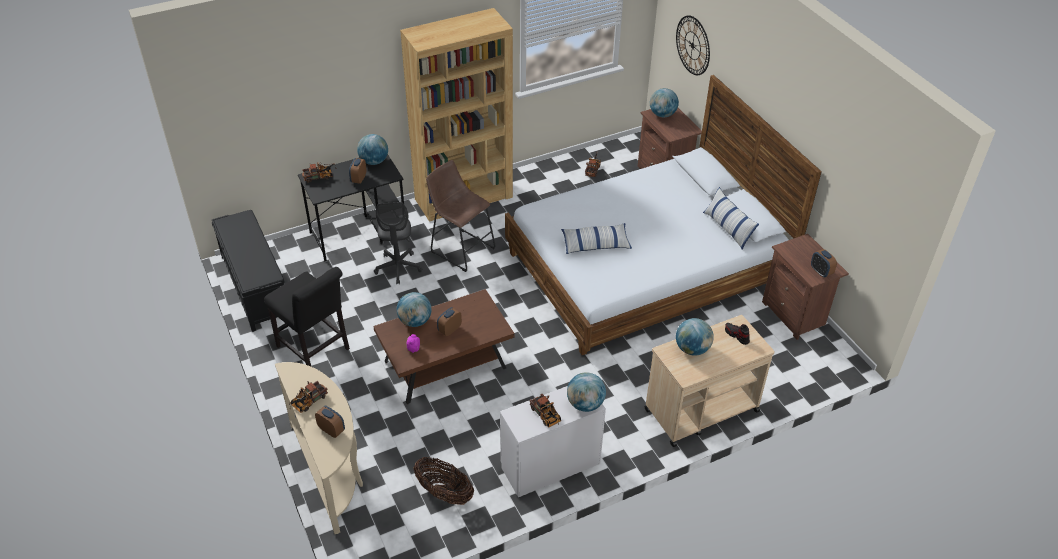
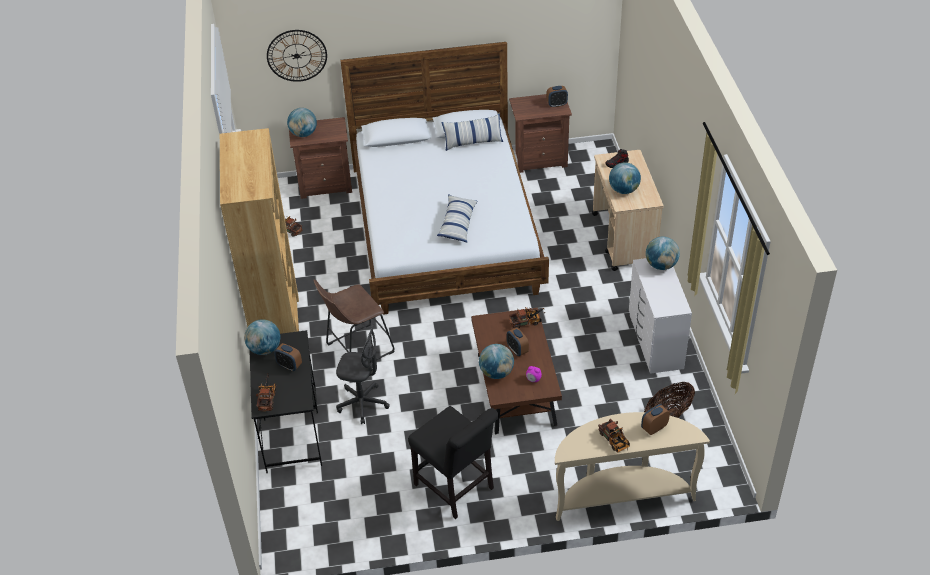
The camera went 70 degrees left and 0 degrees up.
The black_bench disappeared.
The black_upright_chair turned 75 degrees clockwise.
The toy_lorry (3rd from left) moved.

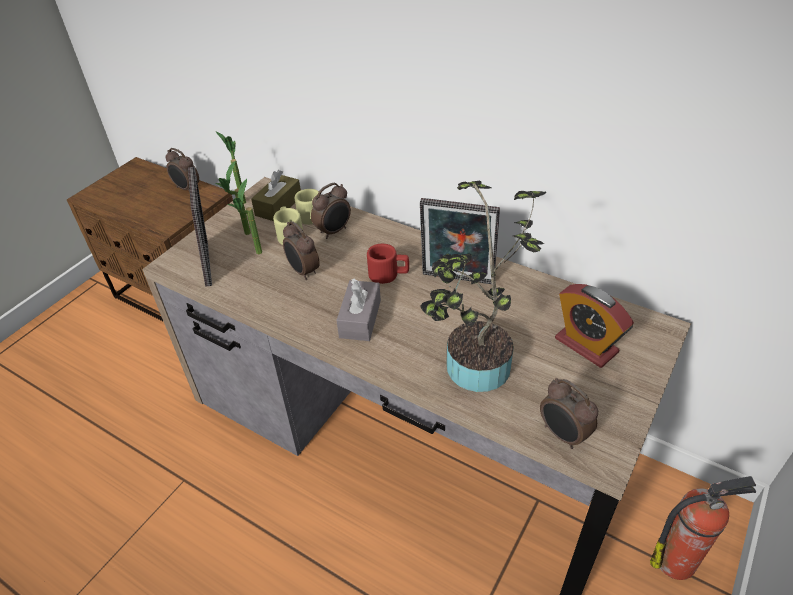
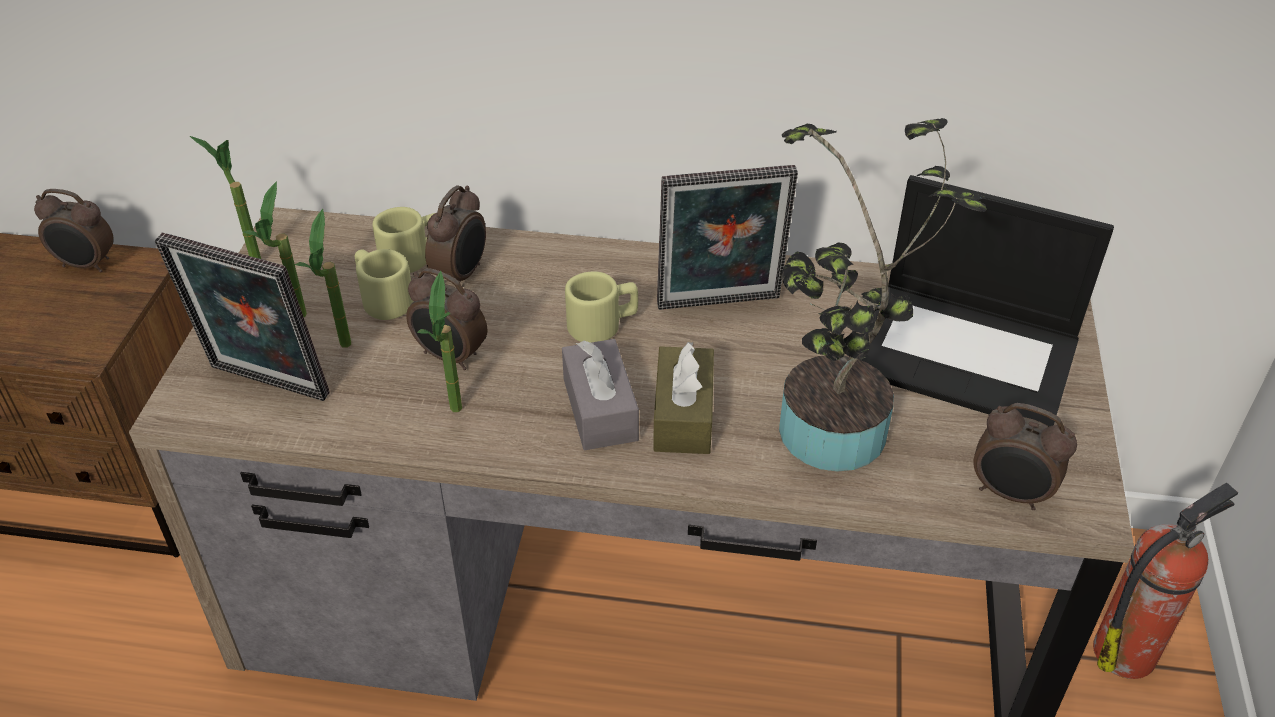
The camera went 25 degrees left and 0 degrees up.
The photo_frame (1st from left) turned 150 degrees clockwise.
The brownish_tissue_holder moved.
The reddish_tea_mug became the beige_tea_mug (3rd from left).
The alarm_clock (5th from left) was replaced by the laptop.
The houseplant (4th from left) appeared.

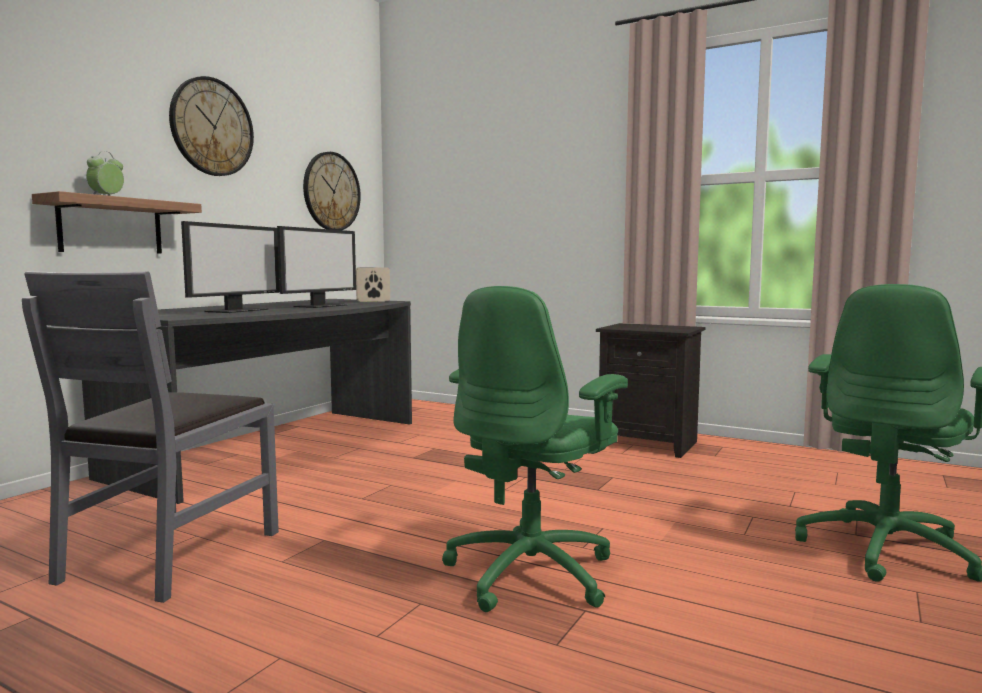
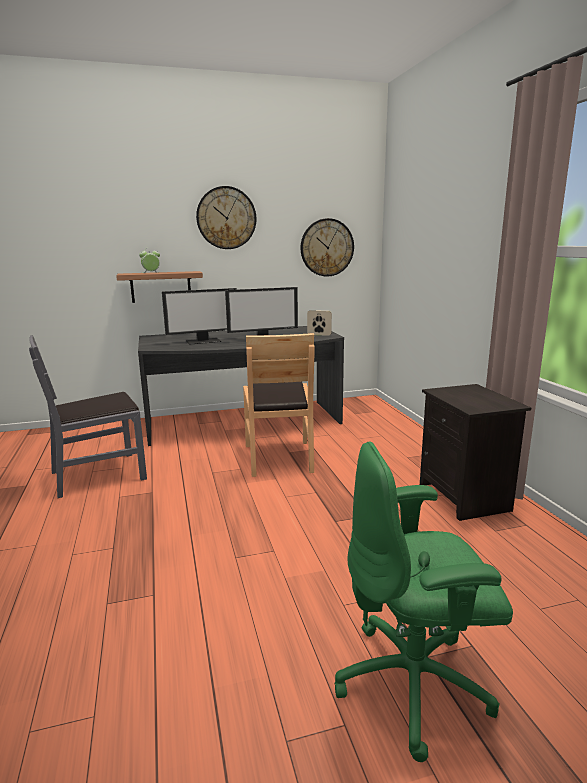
The camera went 45 degrees right and 10 degrees up.
The green_computer_chair (1st from left) disappeared.
The brownish_upright_chair appeared.

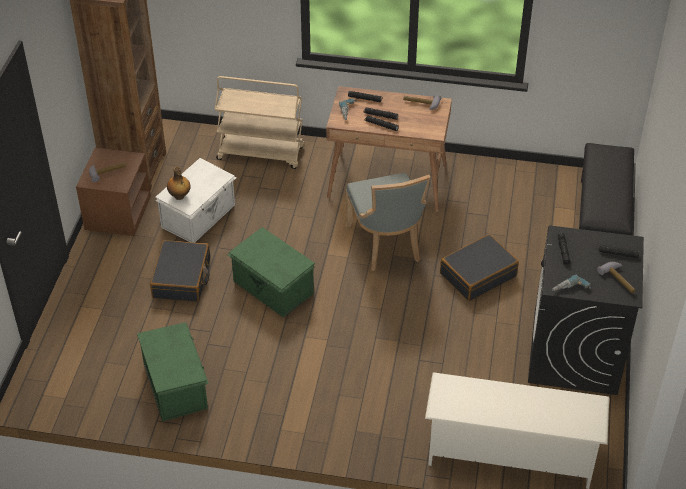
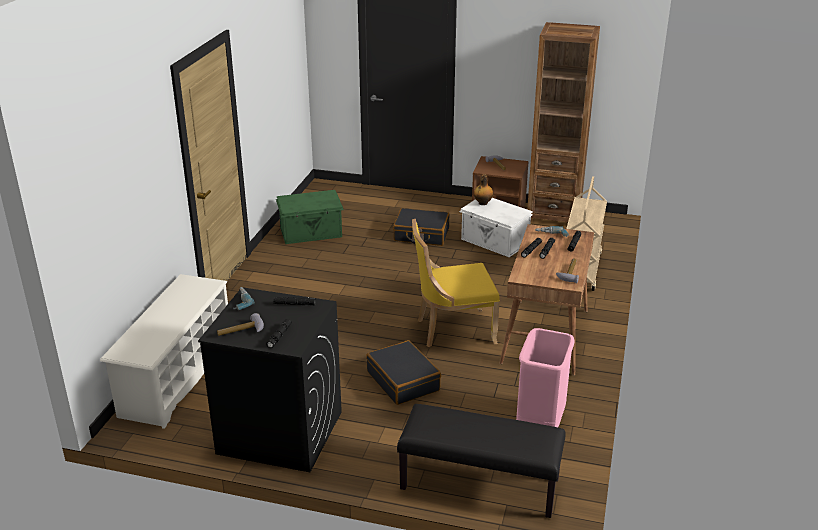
The camera went 95 degrees right and 15 degrees down.
The green_storage_container (2nd from left) disappeared.
The grey_upright_chair became the yellow-coloured_upright_chair.
The pink_waste_bin appeared.

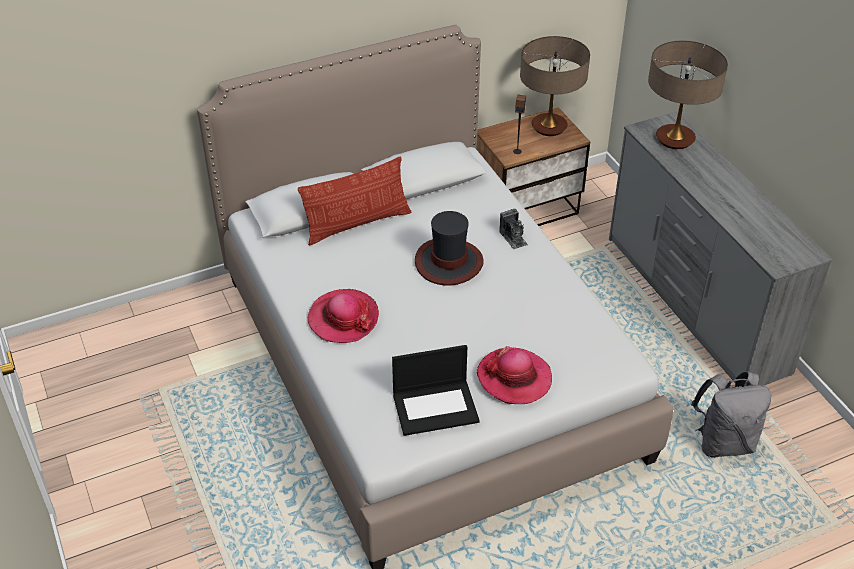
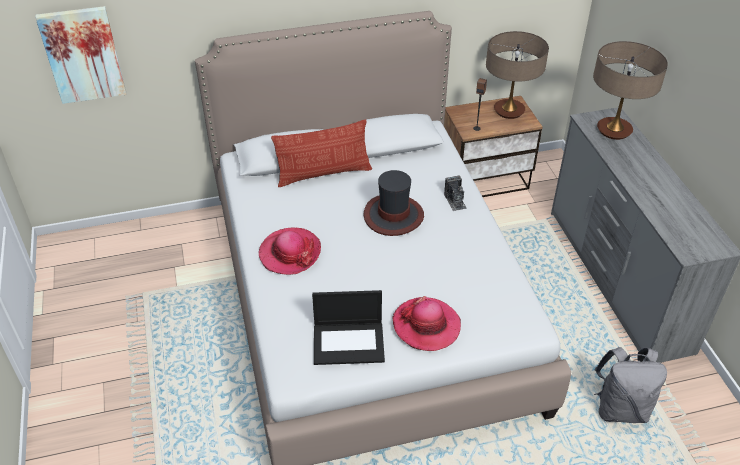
The camera went 10 degrees right and 0 degrees up.
The wall_art appeared.

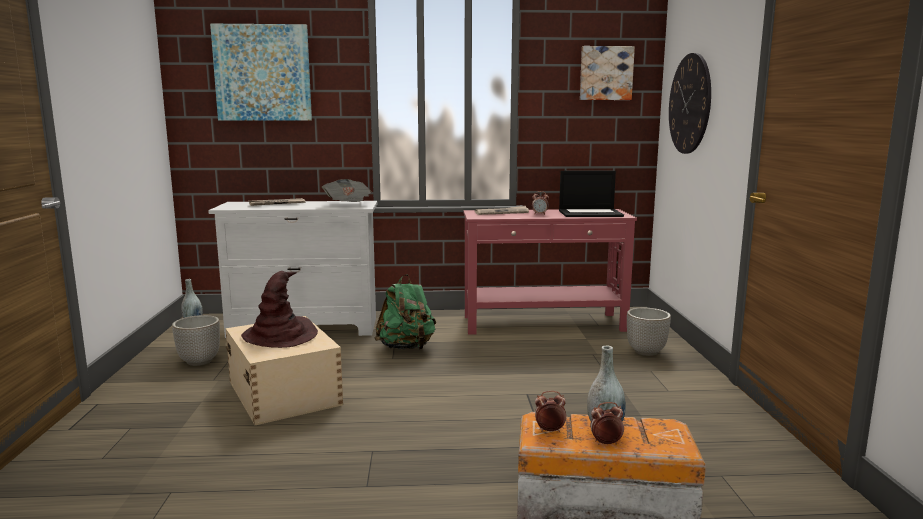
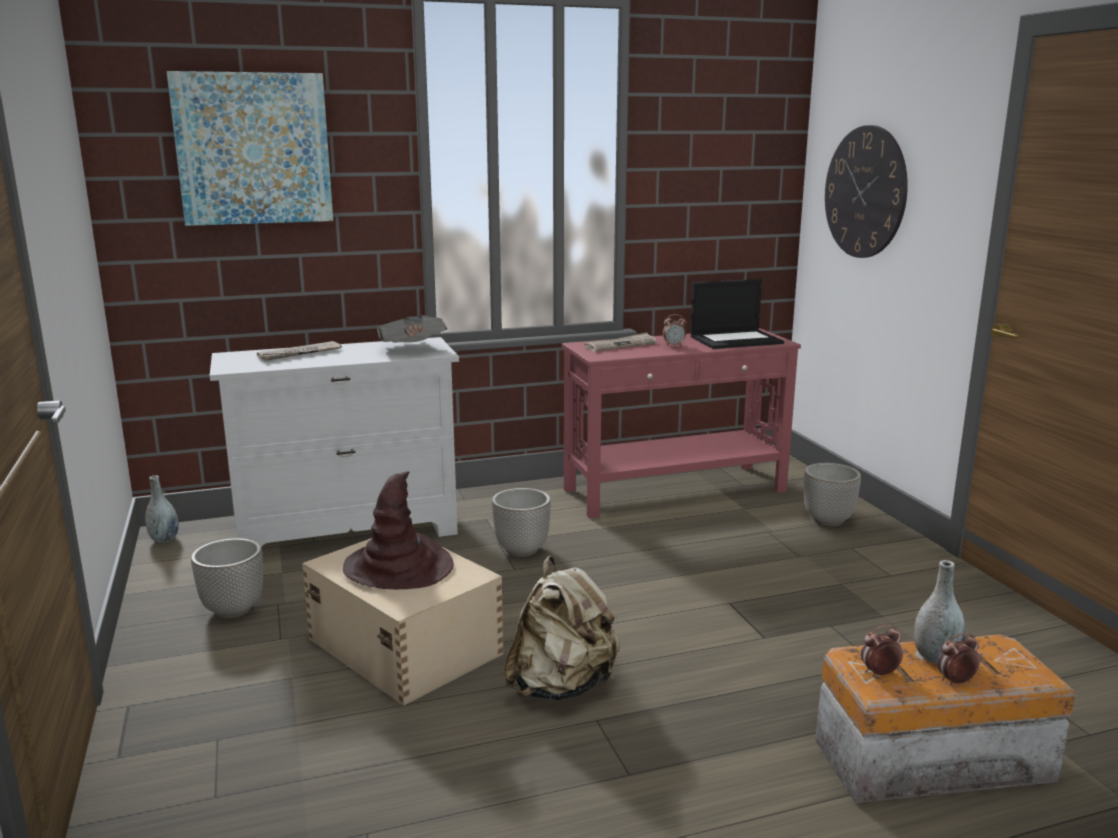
The camera went 15 degrees left and 5 degrees up.
The green_rucksack was replaced by the planter (2nd from left).
The wall_art (2nd from left) disappeared.
The beige_rucksack appeared.

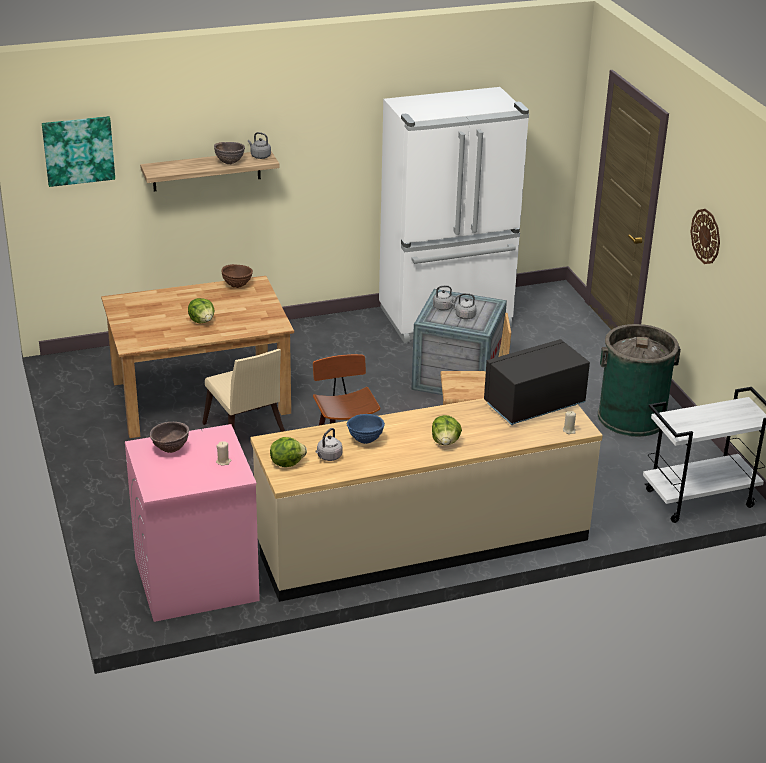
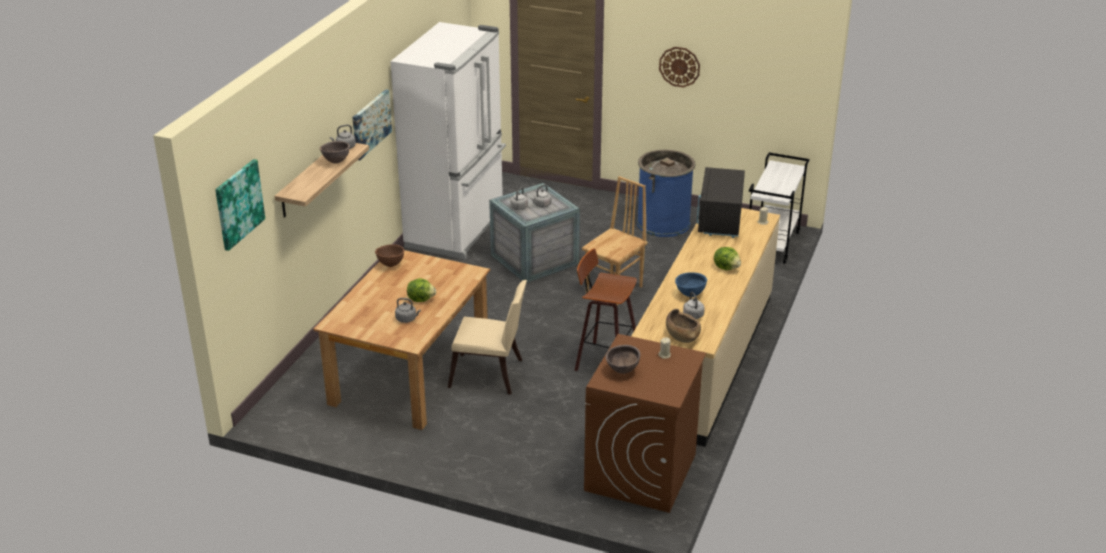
The camera went 50 degrees left and 0 degrees up.
The pink_laundry_appliance became the brownish_laundry_appliance.
The head_of_lettuce (2nd from left) was replaced by the brownish_bowl (4th from left).
The green_waste_bin became the bluish_waste_bin.
The wall_art (2nd from left) appeared.
The grey_tea_kettle (2nd from left) appeared.

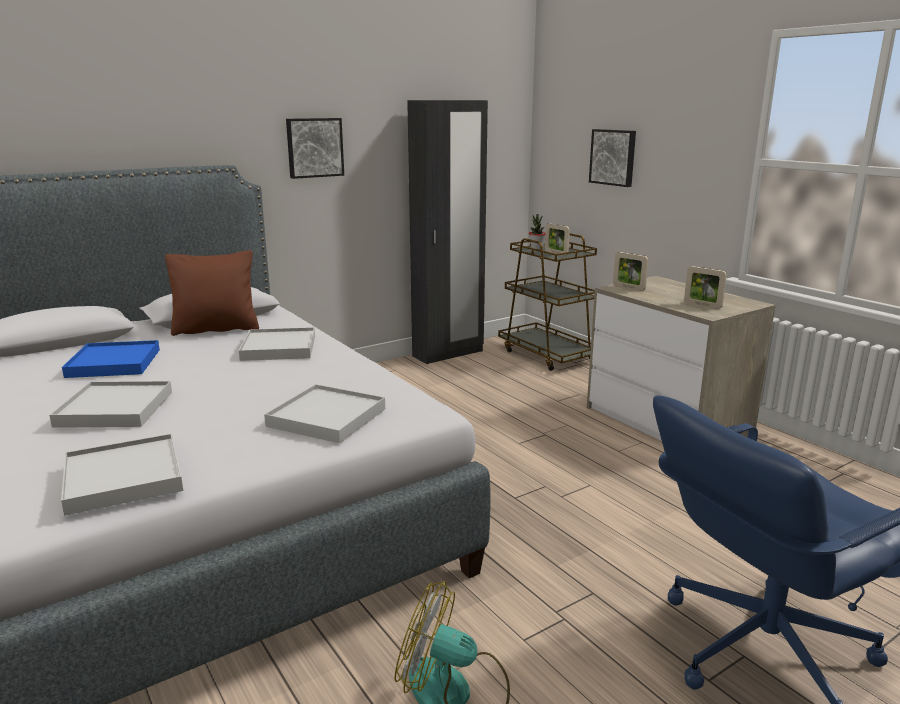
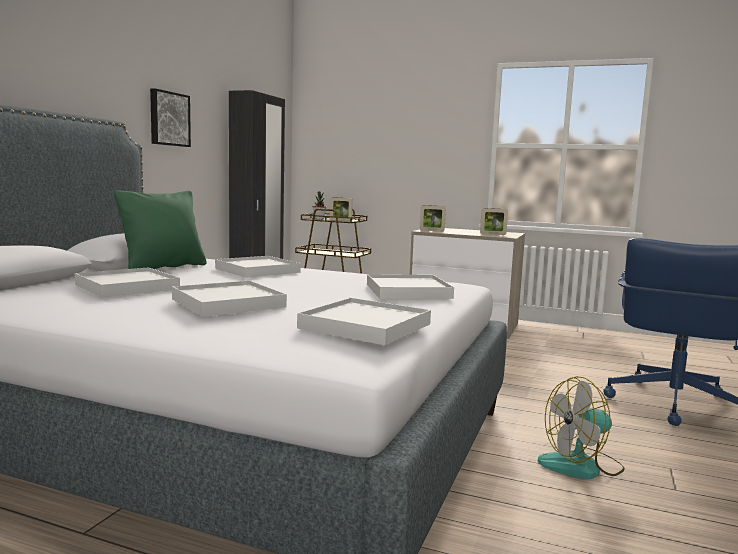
The camera went 35 degrees left and 10 degrees down.
The bluish_carrying_tray became the white-coloured_carrying_tray (1st from left).
The brownish_cushion became the green_cushion.
The wall_art (2nd from left) disappeared.

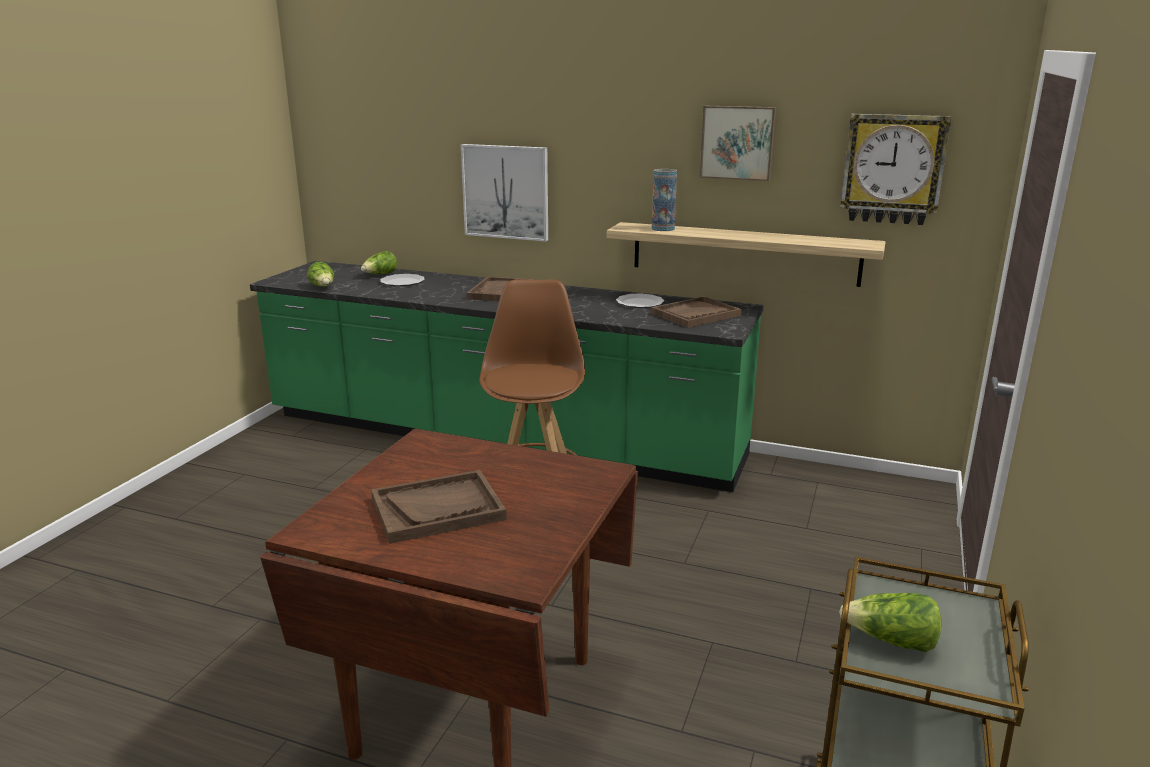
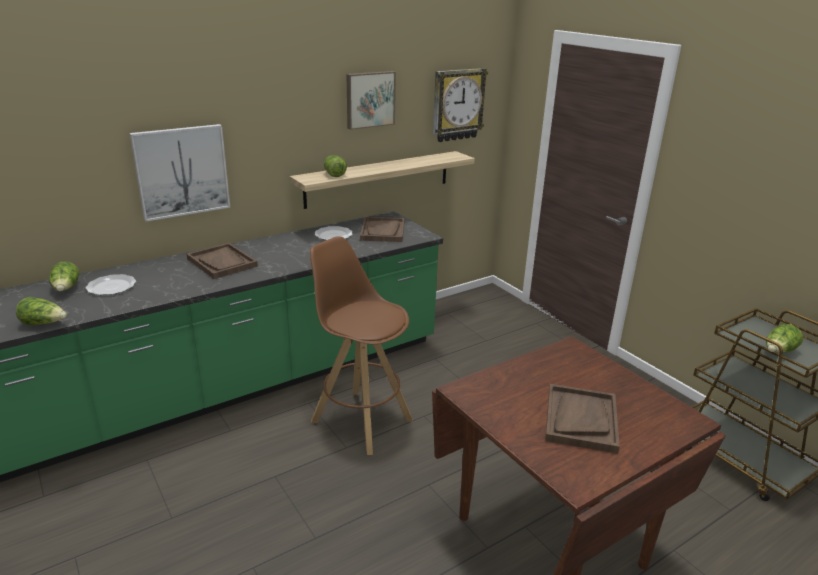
The camera went 55 degrees left and 5 degrees up.
The decorative_vase was replaced by the head_of_lettuce (3rd from left).

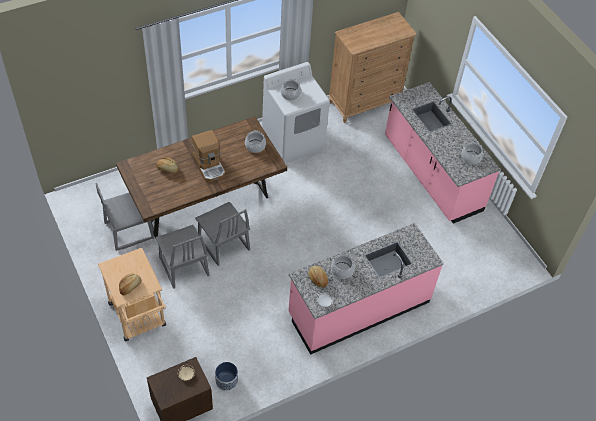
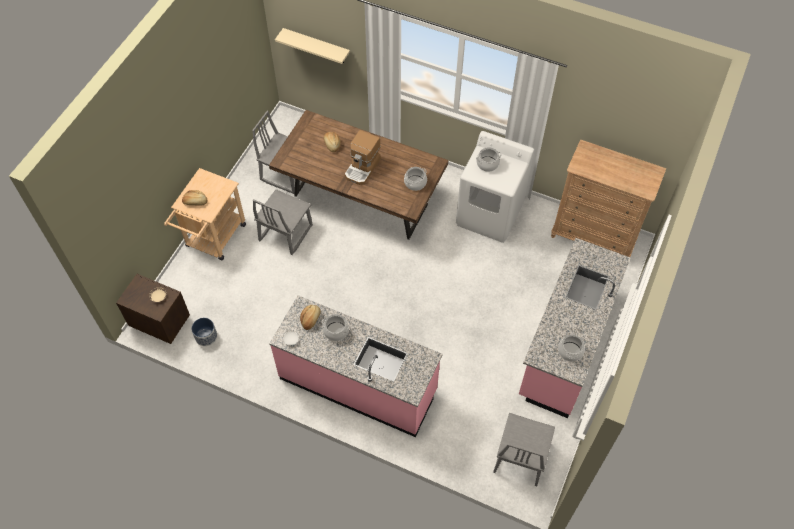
The camera went 55 degrees right and 5 degrees up.
The grey_upright_chair (3rd from left) moved.
The beige_bracket_shelf appeared.

